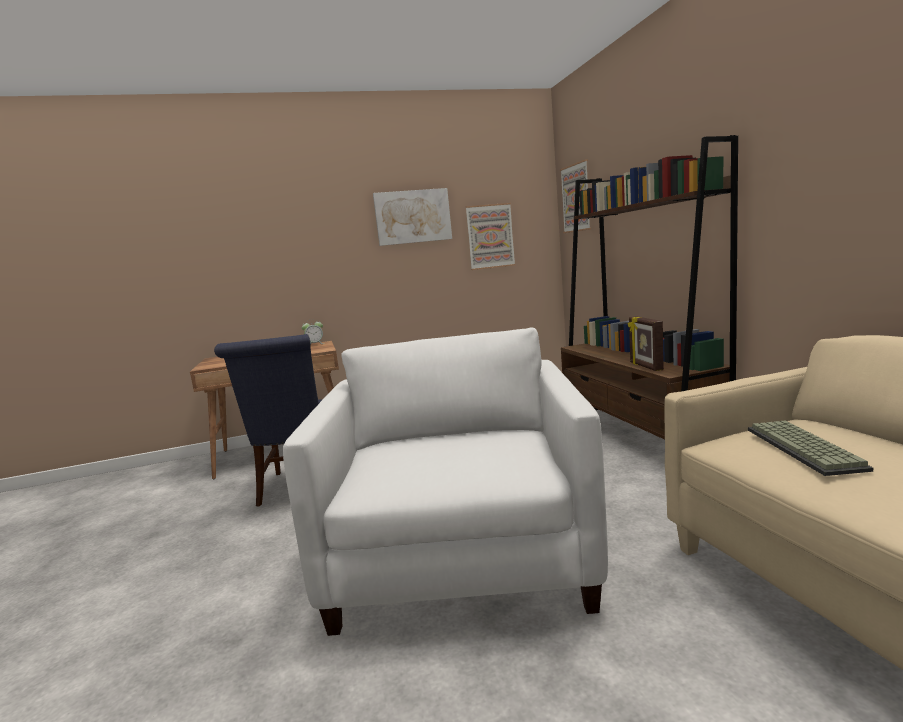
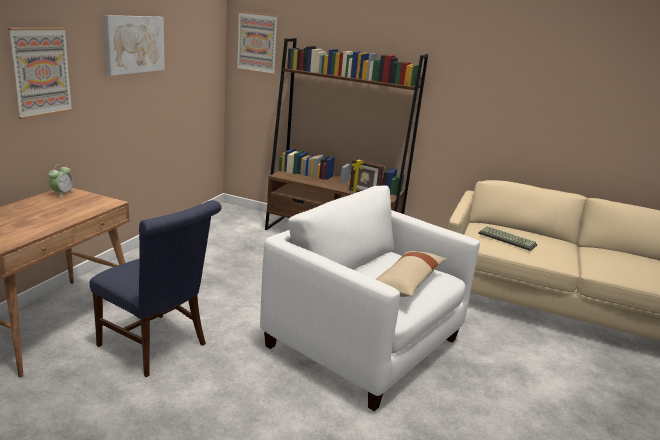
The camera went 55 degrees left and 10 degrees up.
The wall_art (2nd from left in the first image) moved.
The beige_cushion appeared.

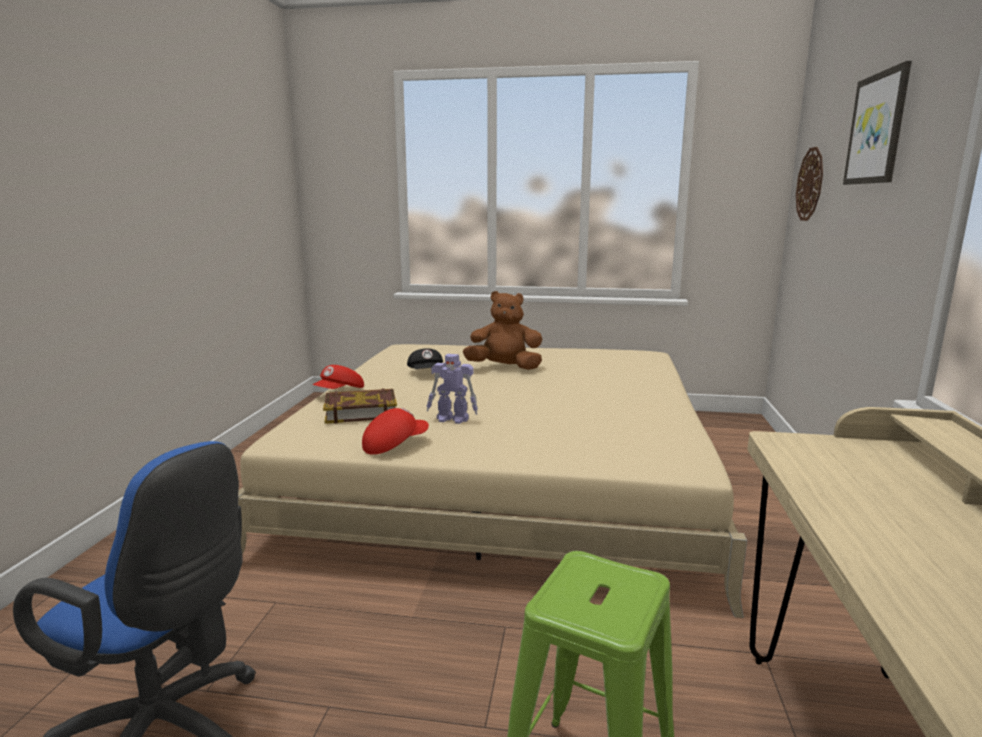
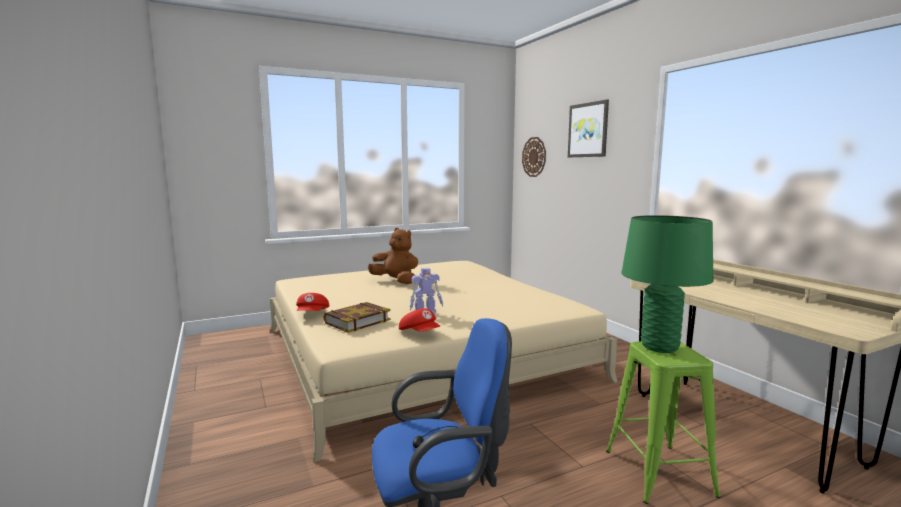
The camera went 35 degrees left and 5 degrees down.
The reddish_peaked_cap (2nd from left) turned 120 degrees clockwise.
The black_peaked_cap disappeared.
The brownish_cuddly_toy turned 60 degrees clockwise.
The green_tabletop_lamp appeared.

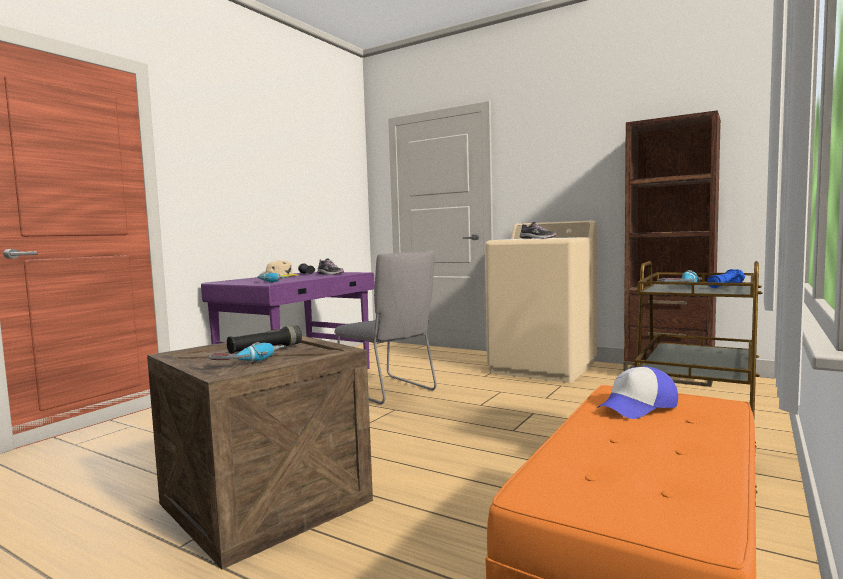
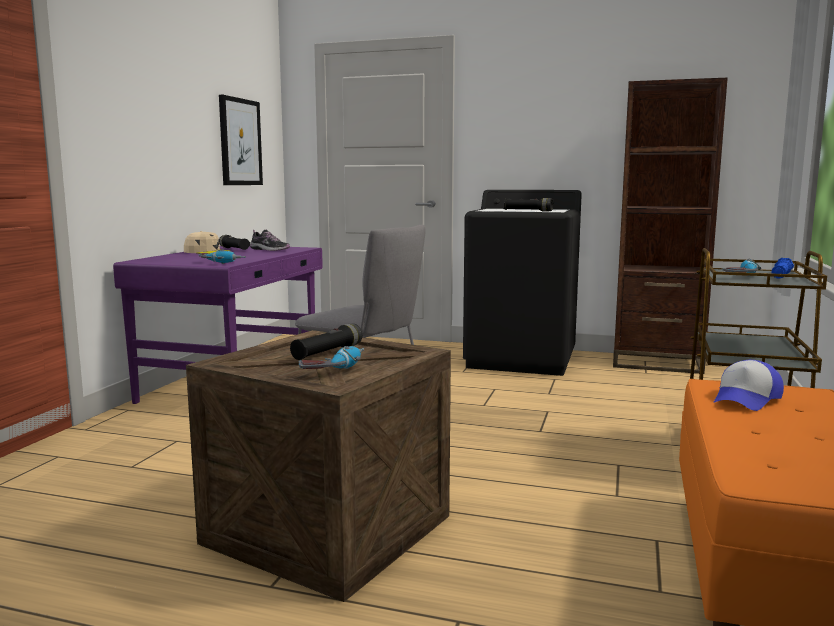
The camera went 15 degrees left and 5 degrees up.
The beige_laundry_appliance became the black_laundry_appliance.
The shoe (2nd from left) was replaced by the black_torch (3rd from left).
The wall_art appeared.

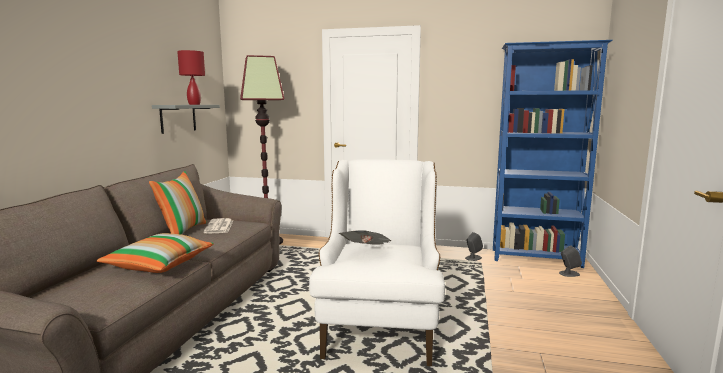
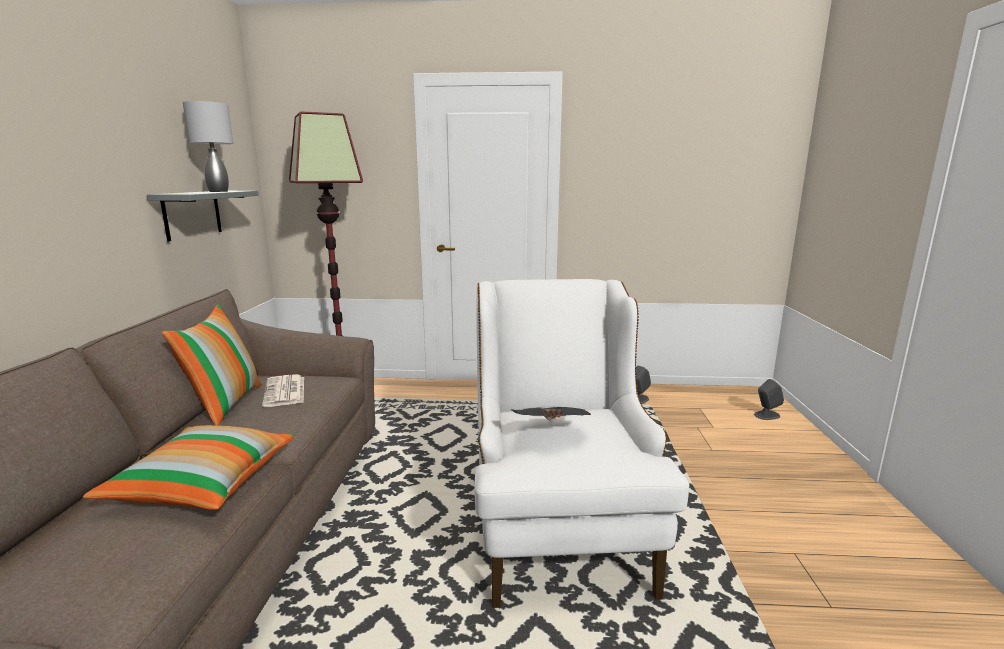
The camera went 10 degrees left and 5 degrees up.
The reddish_tabletop_lamp became the grey_tabletop_lamp.
The bluish_bookshelf disappeared.

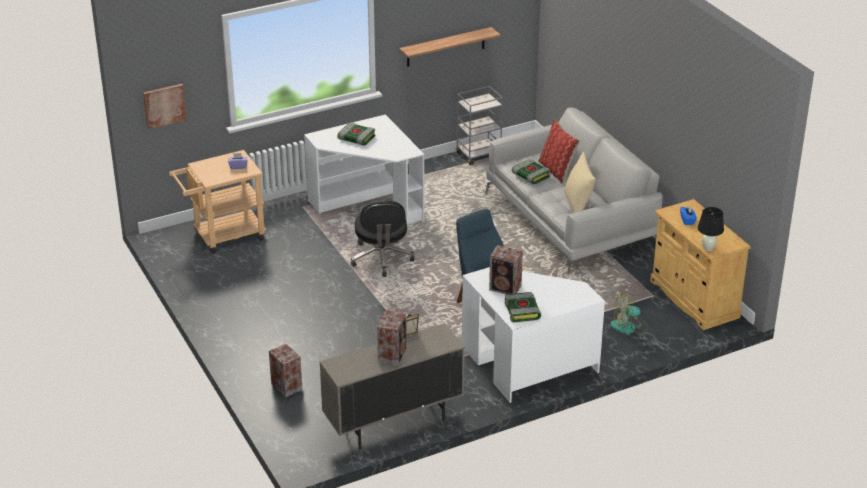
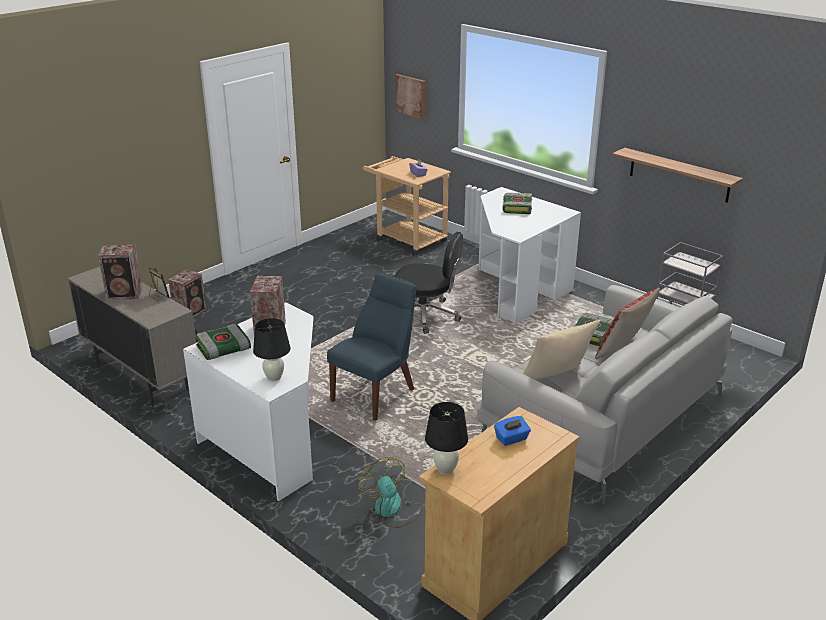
The camera went 70 degrees right and 5 degrees down.
The black_computer_chair turned 135 degrees counterclockwise.
The black_tabletop_lamp (1st from left) appeared.

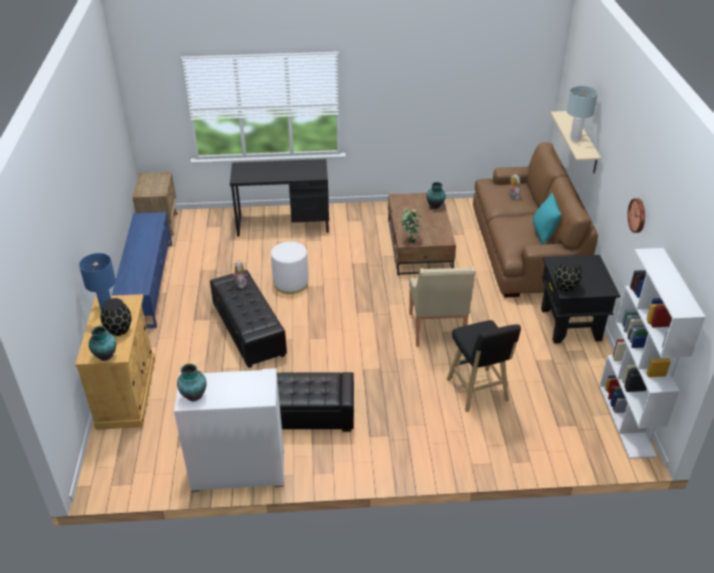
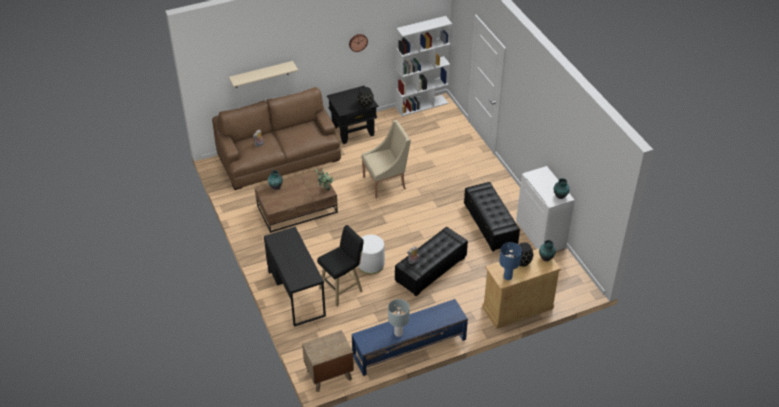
The camera went 110 degrees left and 5 degrees up.
The black_stool moved.
The turquoise-coloured_cushion disappeared.
The grey_tabletop_lamp moved.

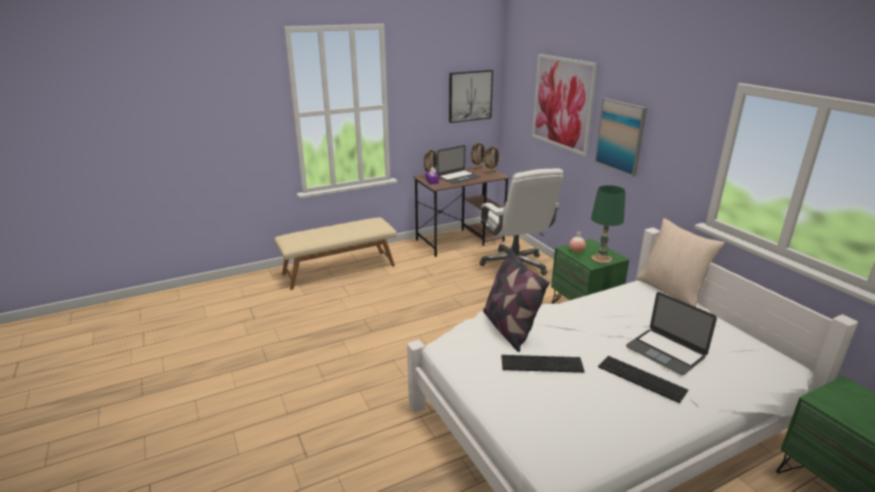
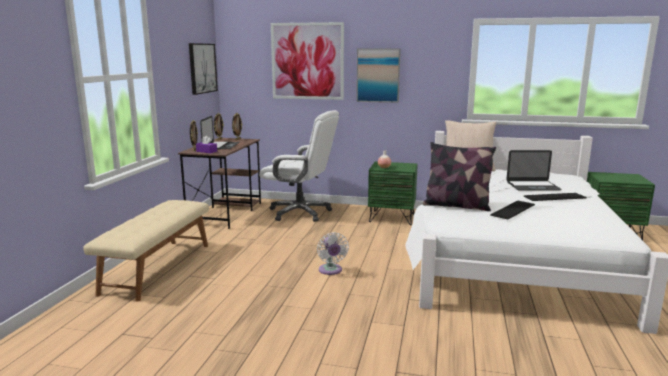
The camera went 50 degrees left and 10 degrees down.
The green_tabletop_lamp disappeared.
The white-coloured_fan appeared.

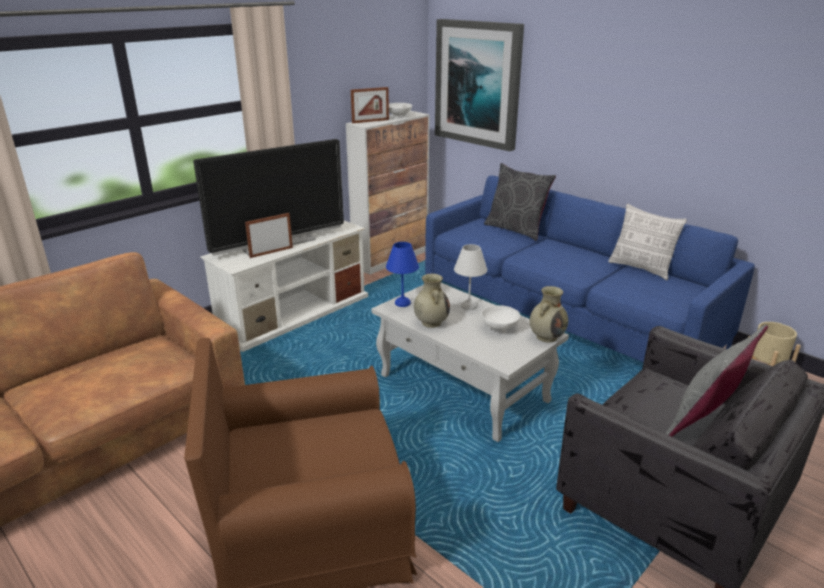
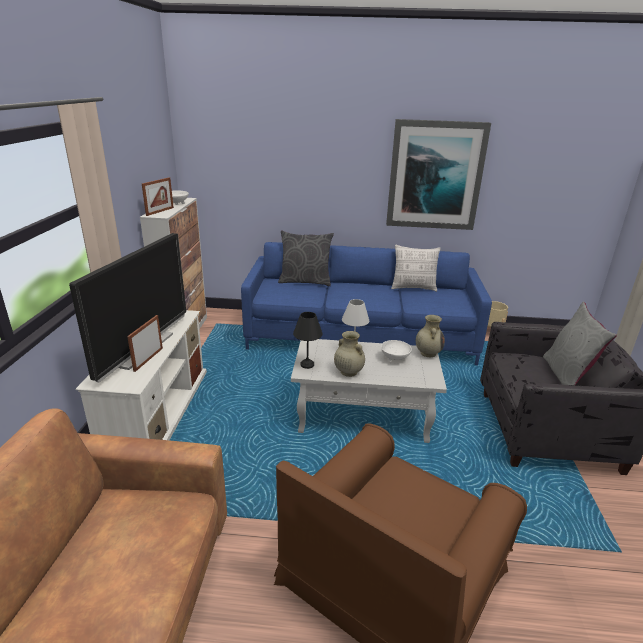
The camera went 40 degrees left and 0 degrees up.
The bluish_tabletop_lamp became the black_tabletop_lamp.
The wall_art moved.

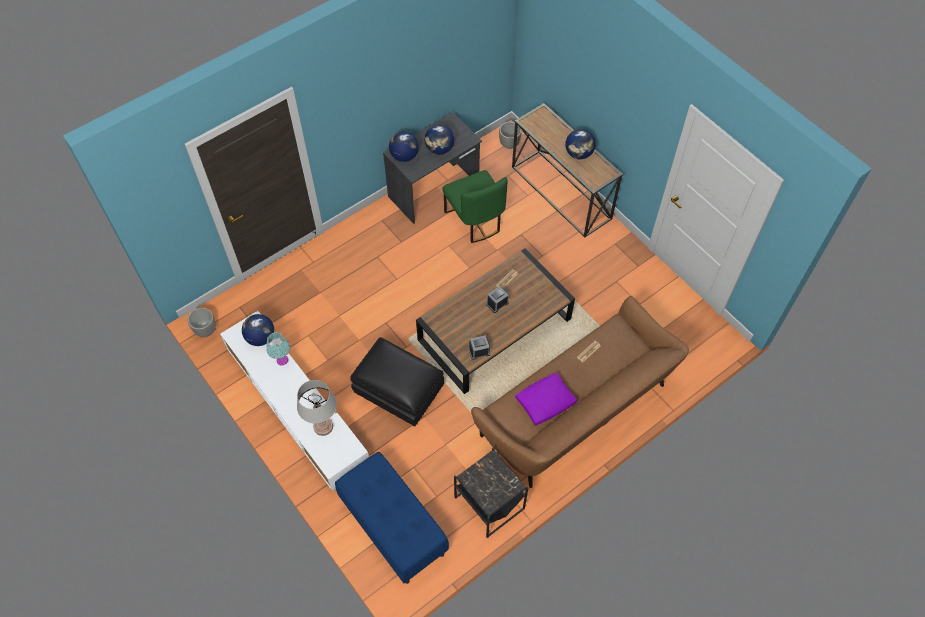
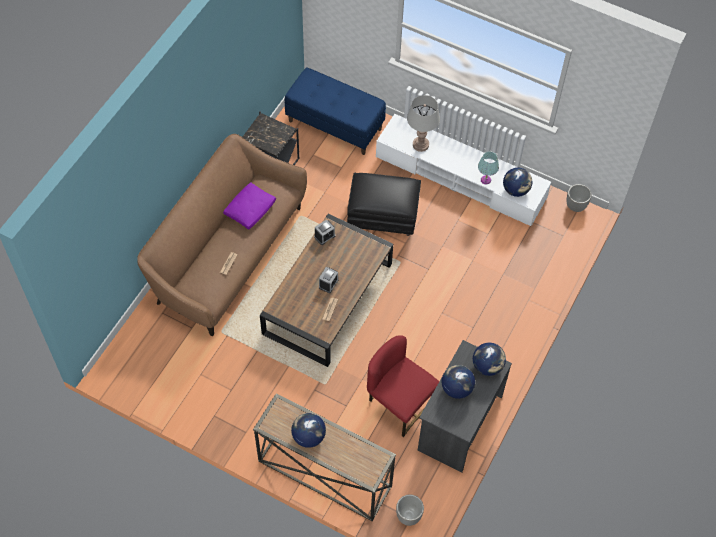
The camera went 155 degrees right and 0 degrees up.
The green_upright_chair became the reddish_upright_chair.

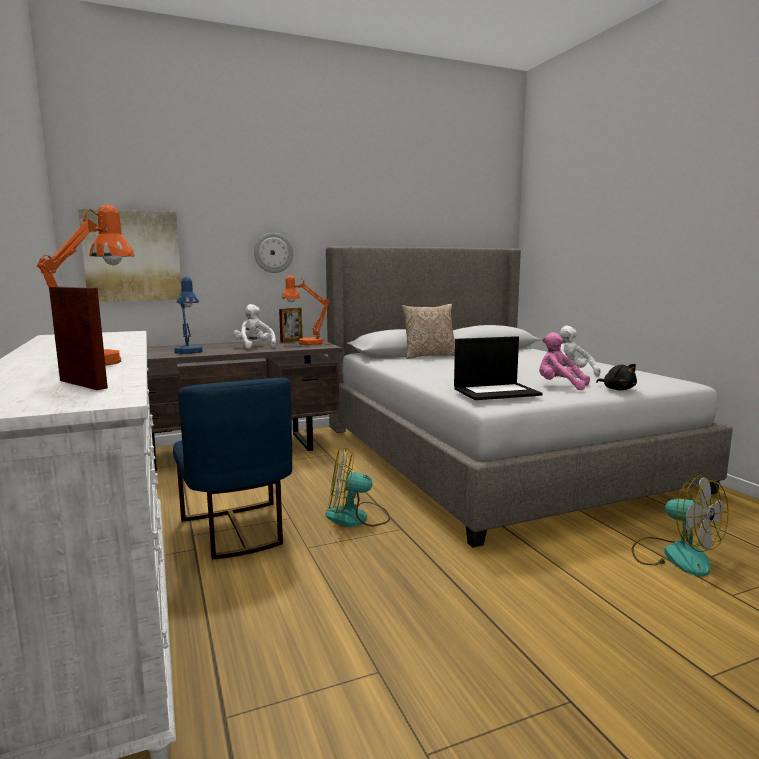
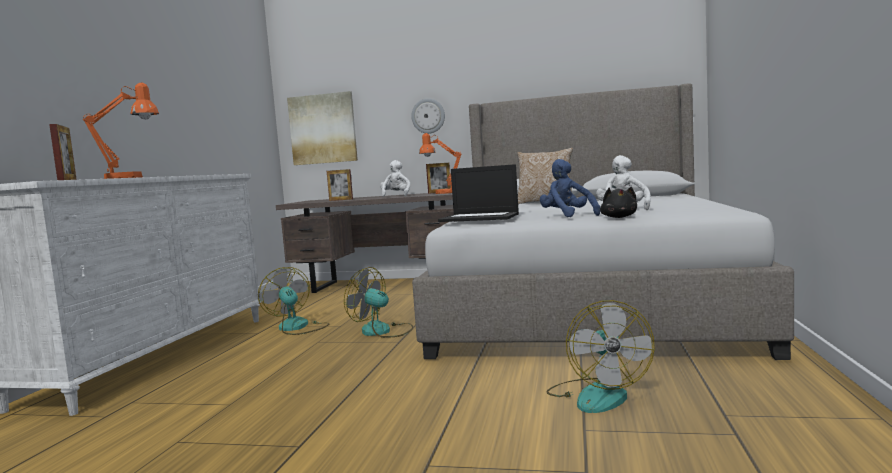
The camera went 35 degrees right and 5 degrees down.
The bluish_upright_chair was replaced by the fan (1st from left).
The bluish_tabletop_lamp was replaced by the photo_frame (2nd from left).
The pink_cuddly_toy became the bluish_cuddly_toy.

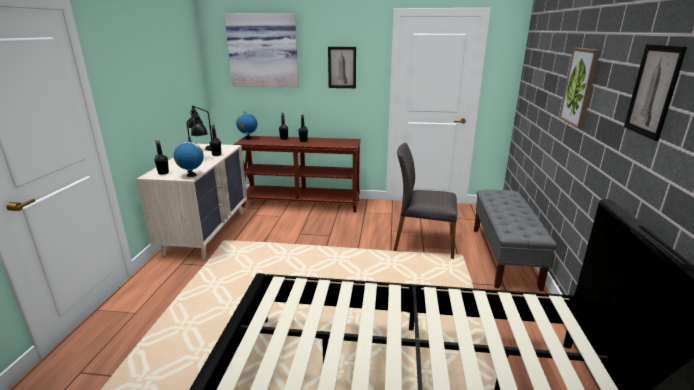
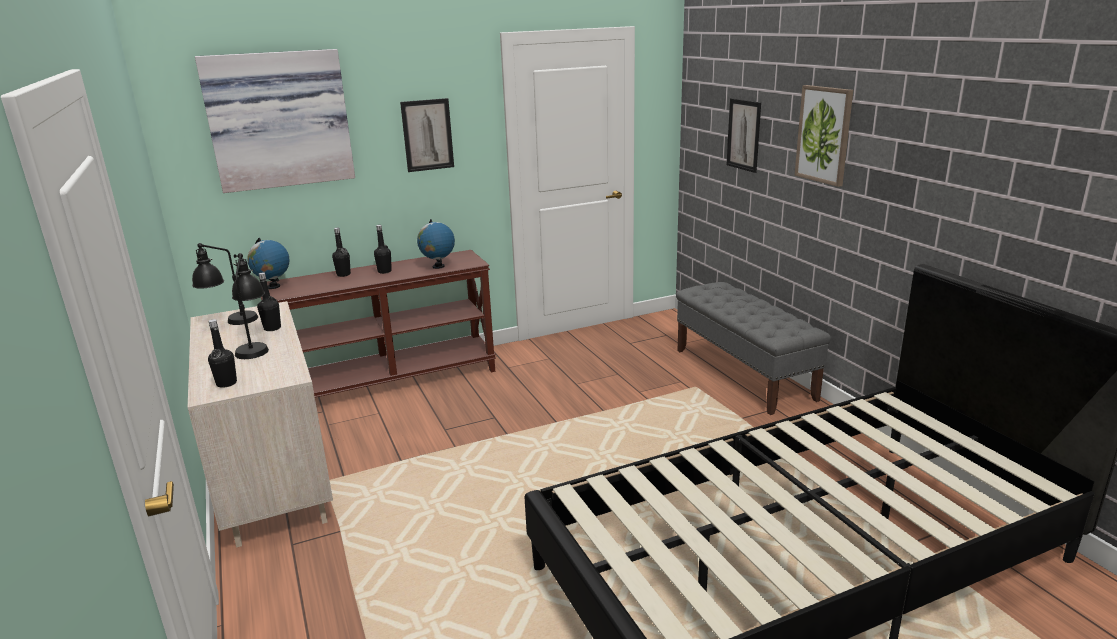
The camera went 30 degrees left and 0 degrees up.
The globe (1st from left in the first image) moved.
The grey_upright_chair disappeared.
The wall_art (4th from left in the first image) moved.

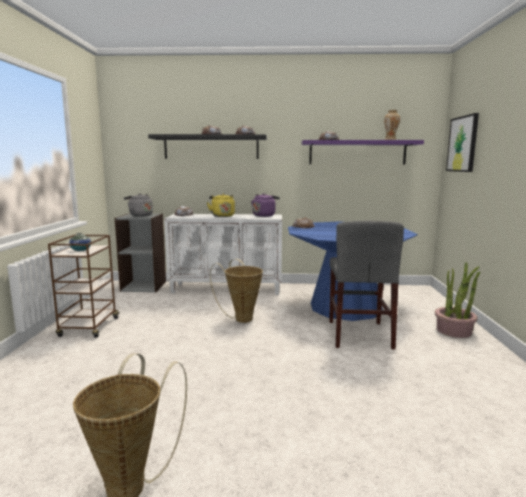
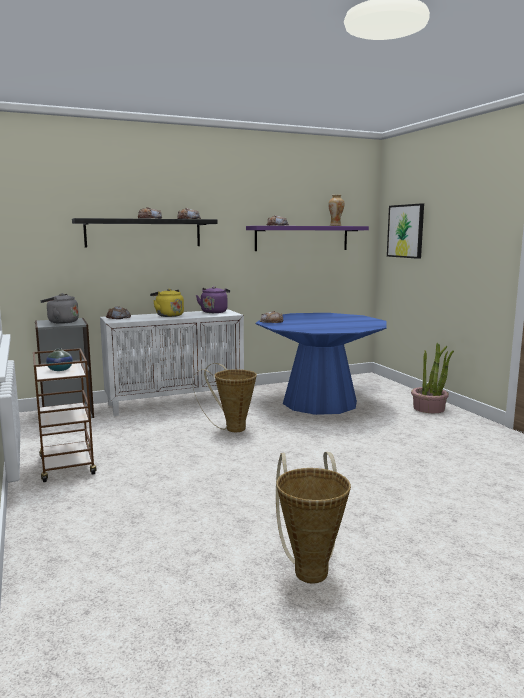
The camera went 25 degrees left and 0 degrees up.
The grey_upright_chair disappeared.

